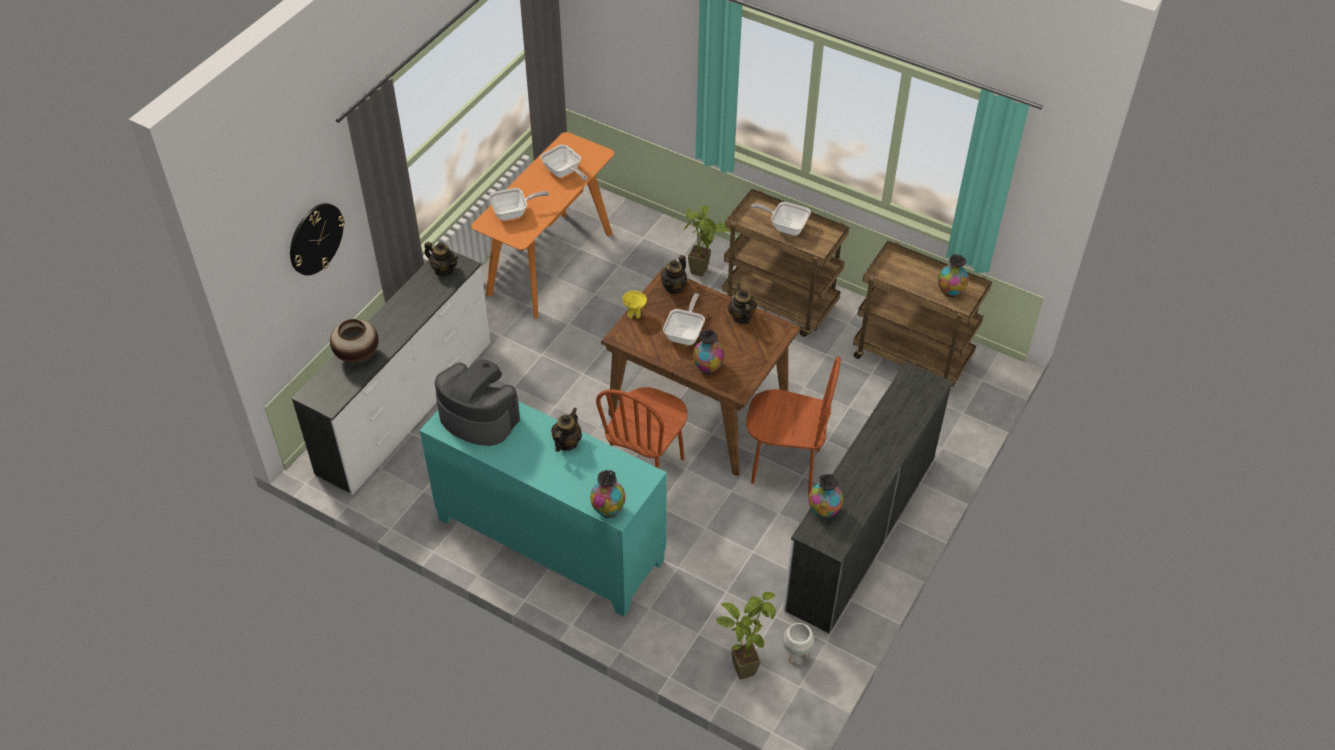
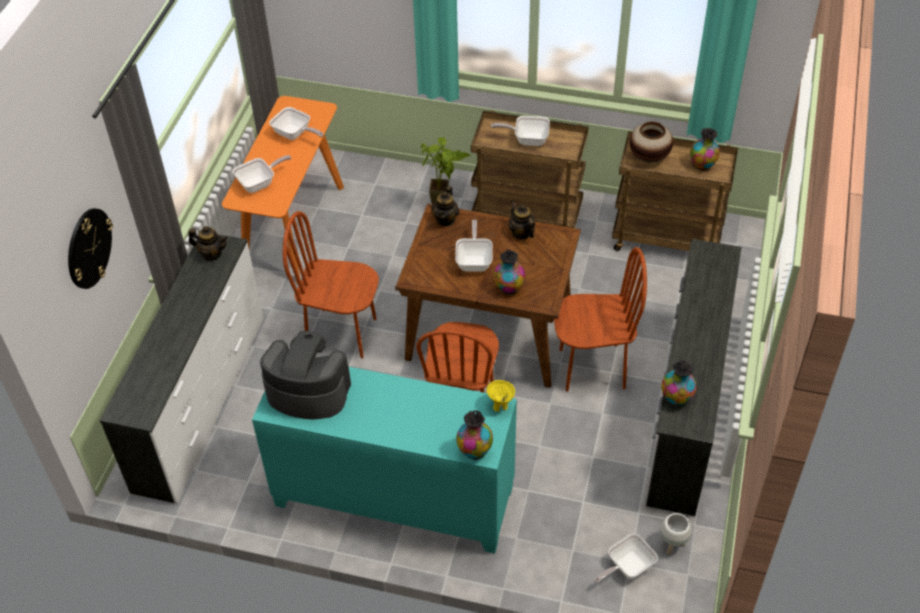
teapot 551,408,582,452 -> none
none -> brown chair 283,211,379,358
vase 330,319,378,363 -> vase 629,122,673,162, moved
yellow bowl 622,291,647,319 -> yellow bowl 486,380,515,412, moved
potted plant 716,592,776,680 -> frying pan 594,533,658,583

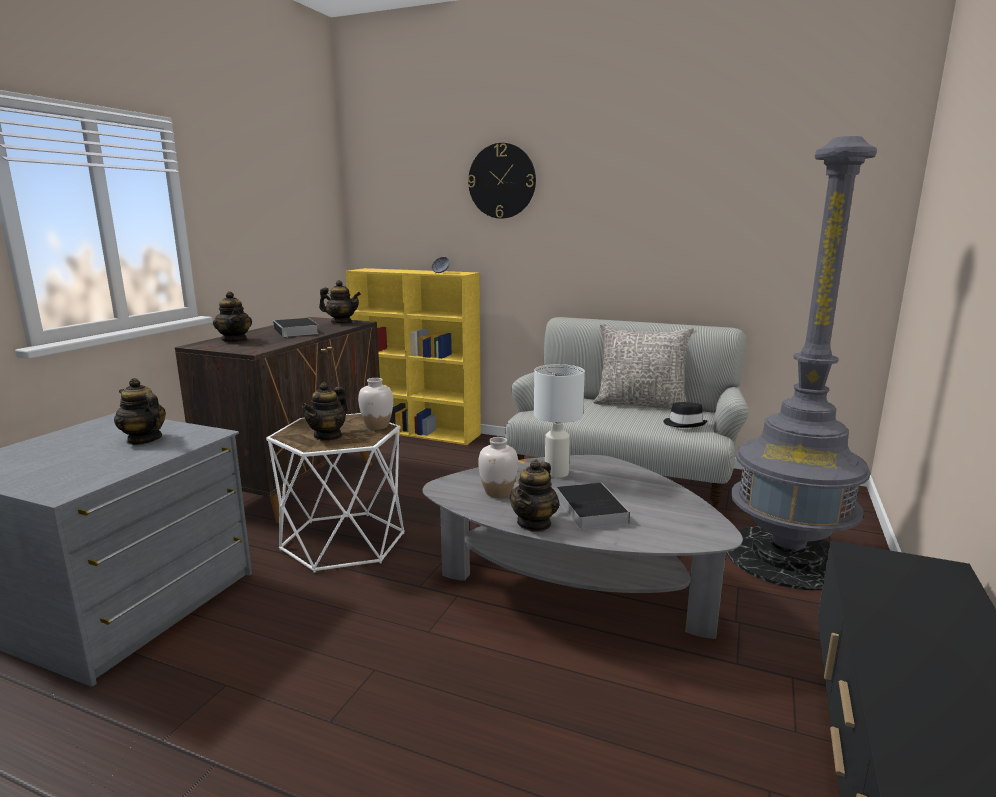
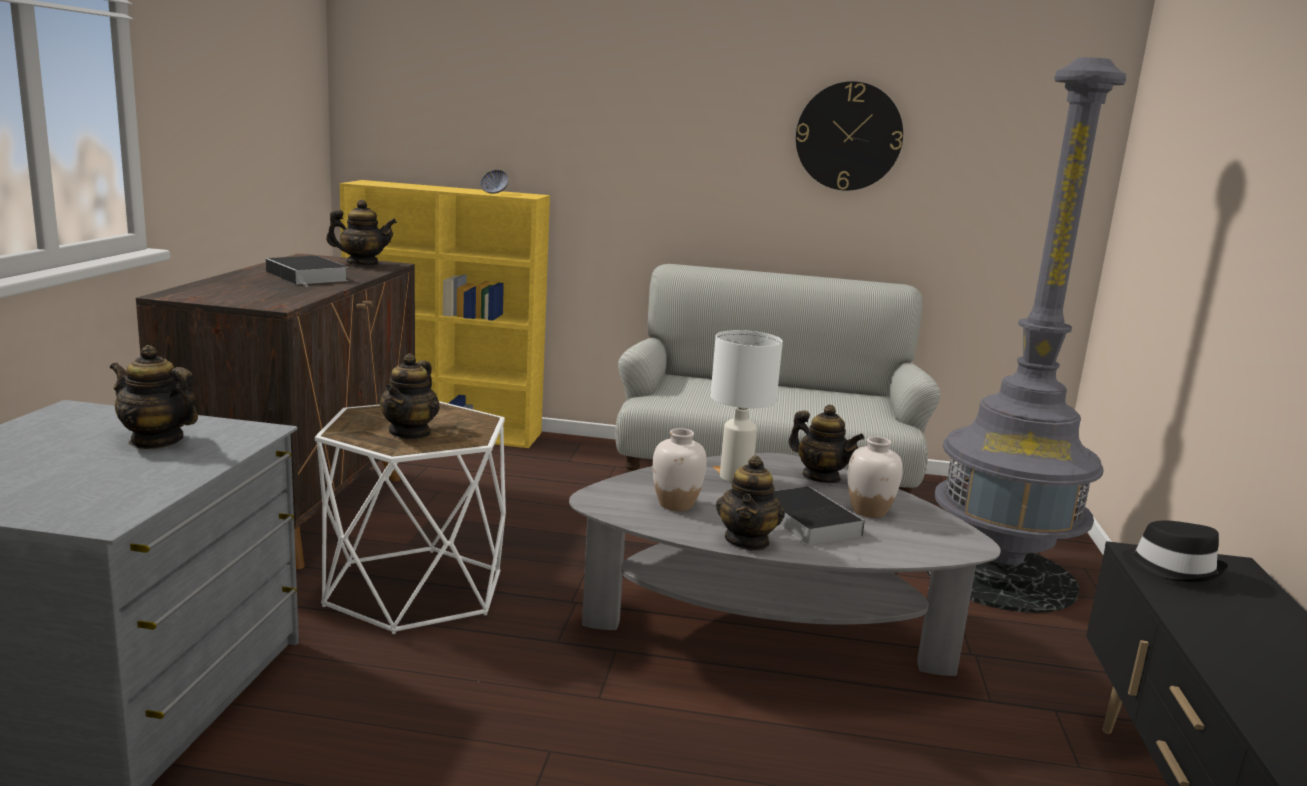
grey pillow 593,324,694,409 -> none
teapot 213,291,252,342 -> teapot 789,405,864,483, moved
white vase 358,378,393,430 -> white vase 848,436,903,518, moved
wall clock 468,143,536,219 -> wall clock 796,81,903,191, moved
black hat 663,402,708,428 -> black hat 1122,520,1228,582, moved

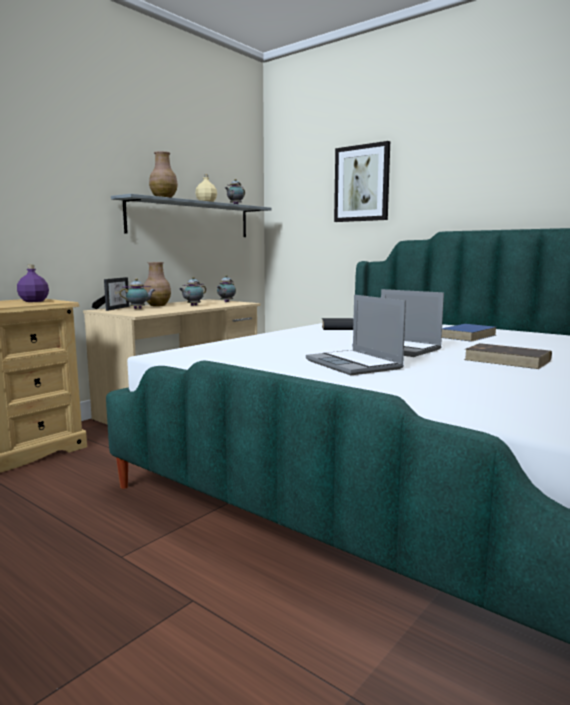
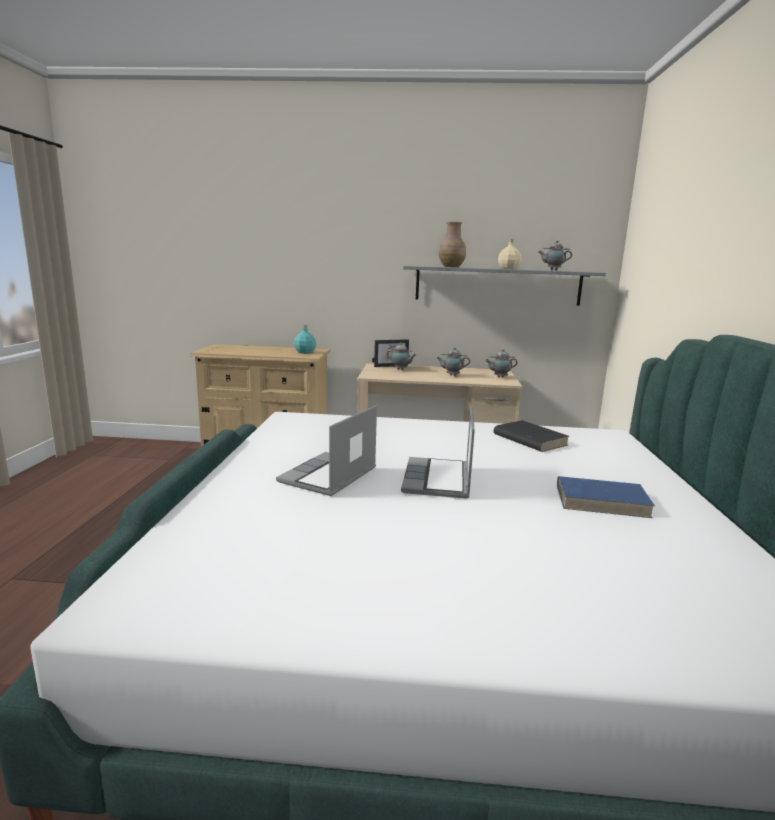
brown vase 144,262,171,306 -> none
picture 334,141,390,222 -> none
brown book 464,343,552,369 -> none
purple bottle 17,265,49,302 -> turquoise bottle 294,325,316,354

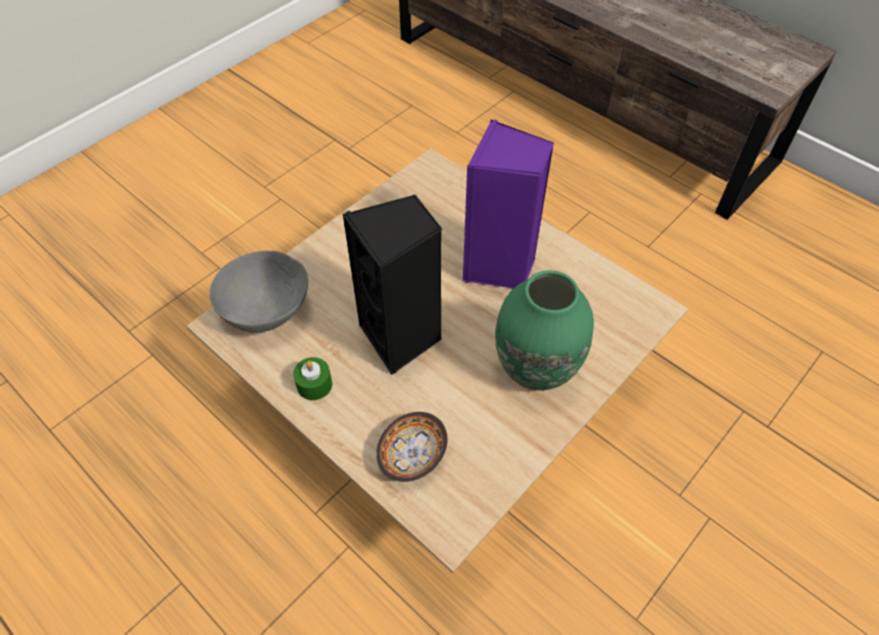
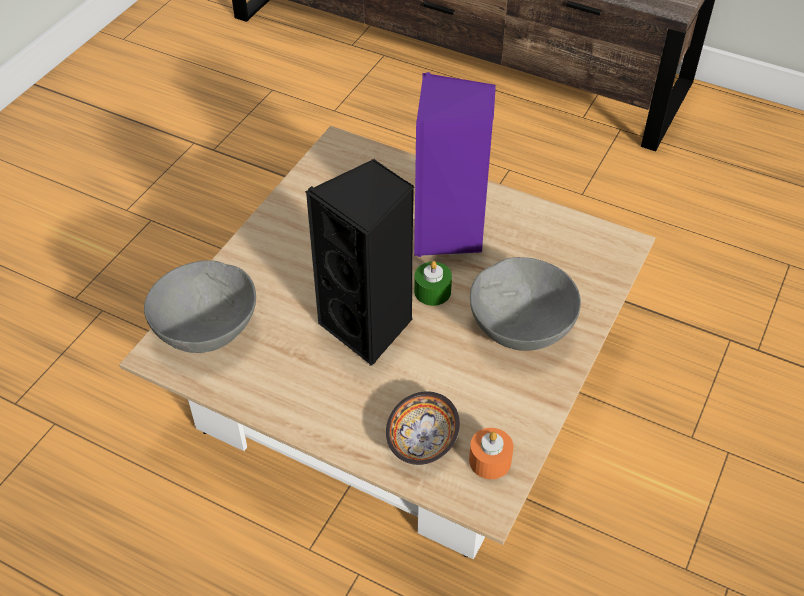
none -> orange candle 469,428,514,479
green candle 293,357,332,400 -> green candle 414,261,452,306, moved
green vase 495,270,594,391 -> grey bowl 470,257,581,351

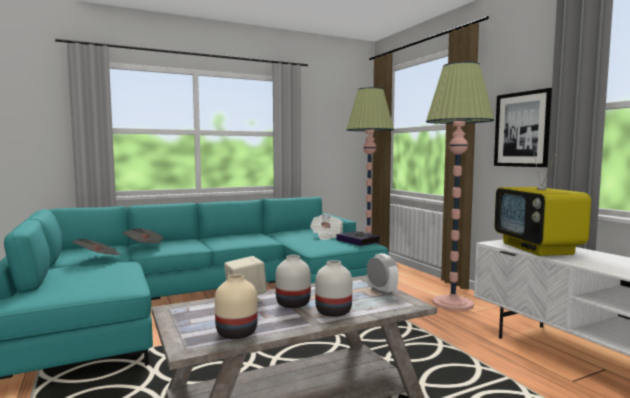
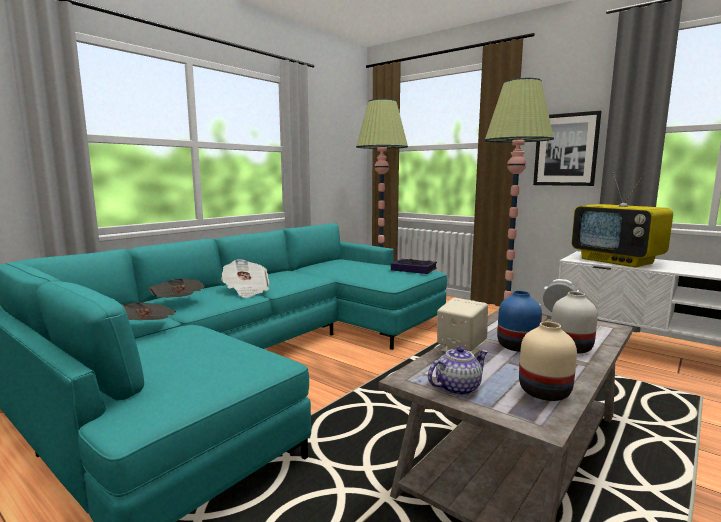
none -> teapot 428,346,488,396
newspaper 310,214,343,240 -> newspaper 221,259,269,298, moved
white vase 276,255,311,308 -> blue vase 497,291,542,352

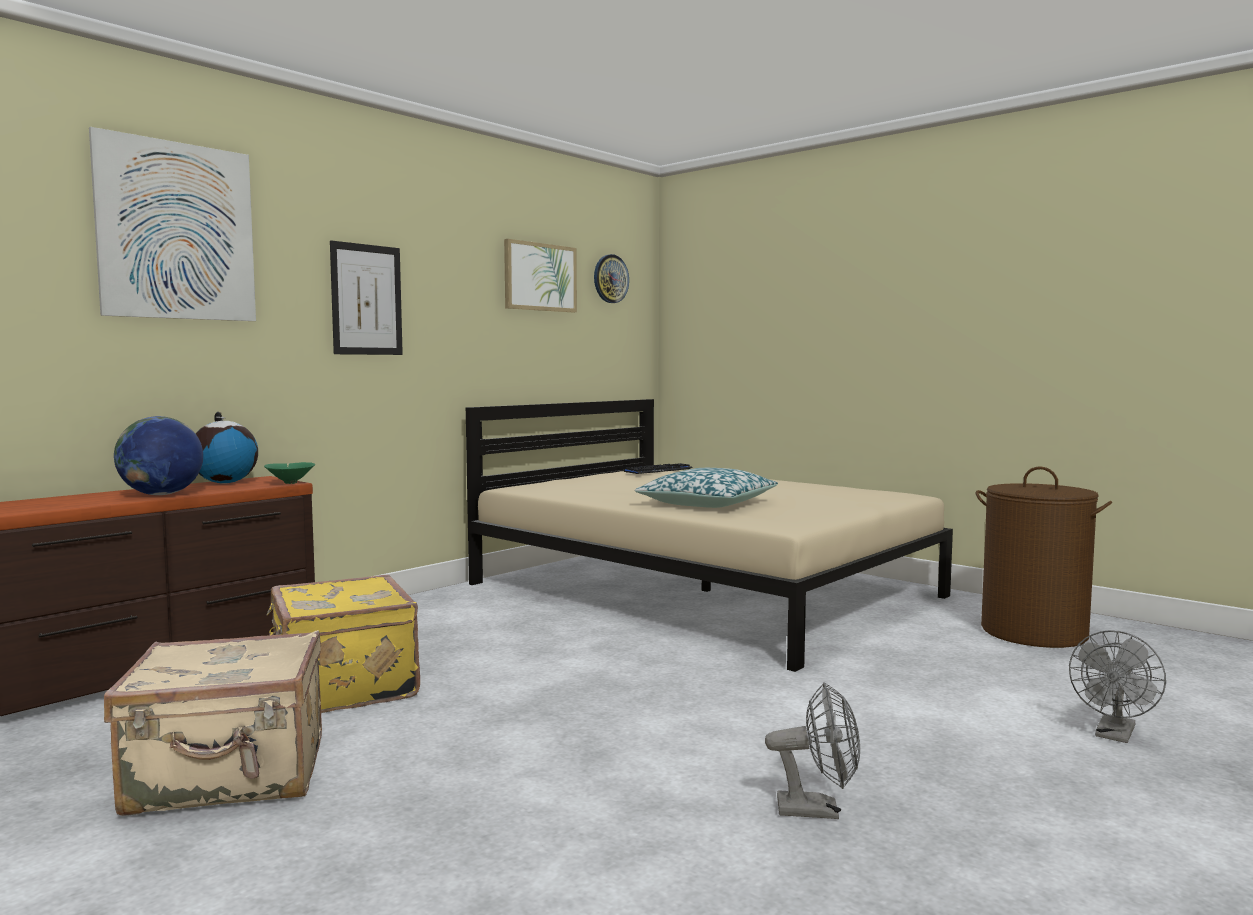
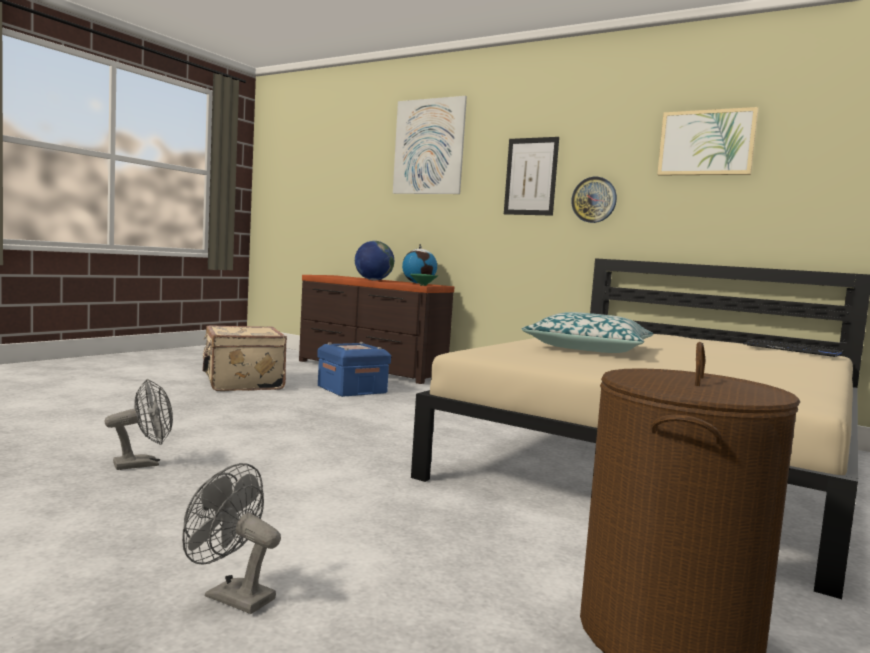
wall clock 594,254,629,303 -> wall clock 571,177,617,223, moved
yellow suitcase 267,575,420,713 -> blue storage box 317,342,391,397
grey fan 765,682,860,819 -> grey fan 104,379,173,470, 120 degrees counterclockwise

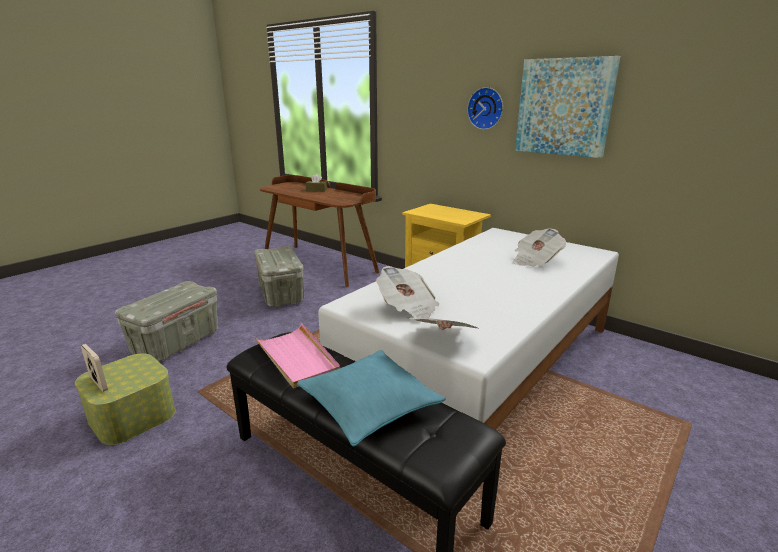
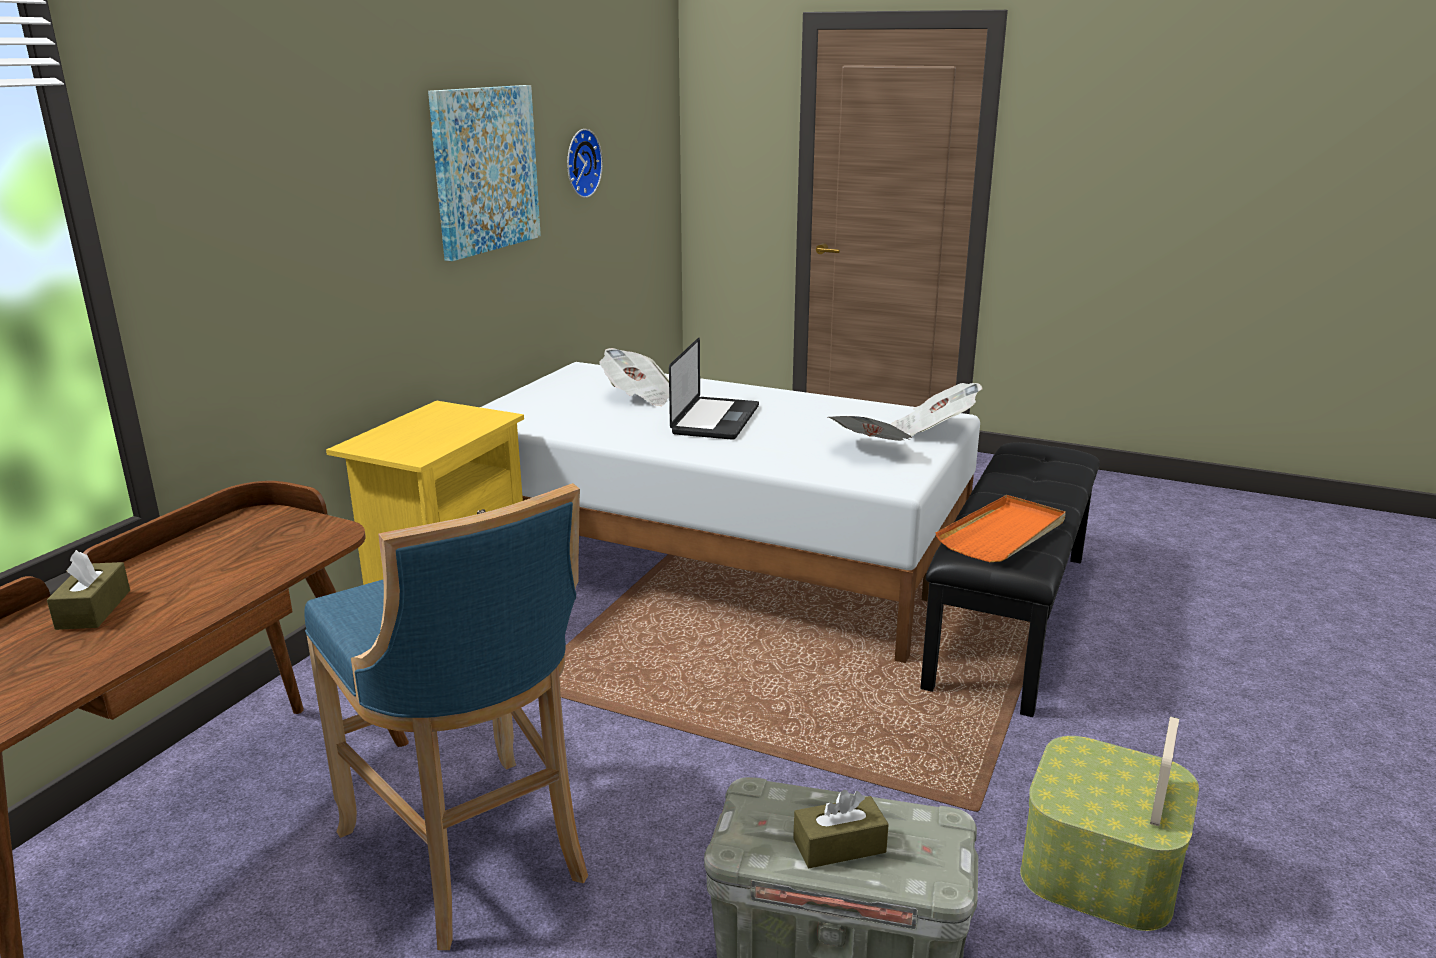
turquoise pillow 297,350,446,446 -> none
none -> laptop 669,338,759,440
none -> brown tissue box 793,790,889,868
wall clock 467,87,503,130 -> wall clock 567,129,603,198, moved
grey storage box 254,246,304,307 -> blue stool 304,483,588,950
pink tray 253,323,340,389 -> orange tray 935,495,1066,562

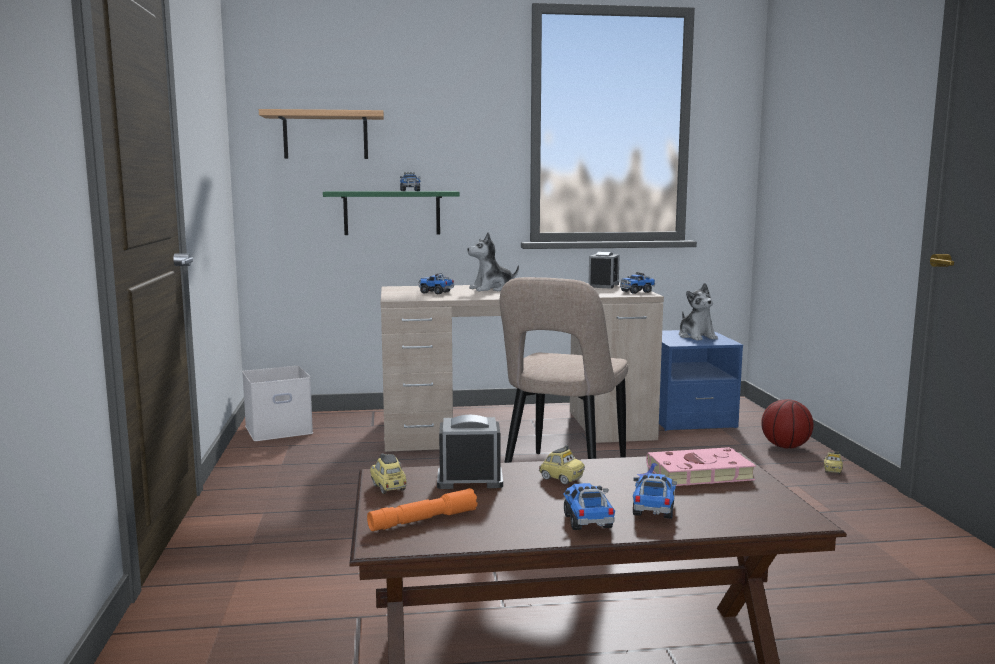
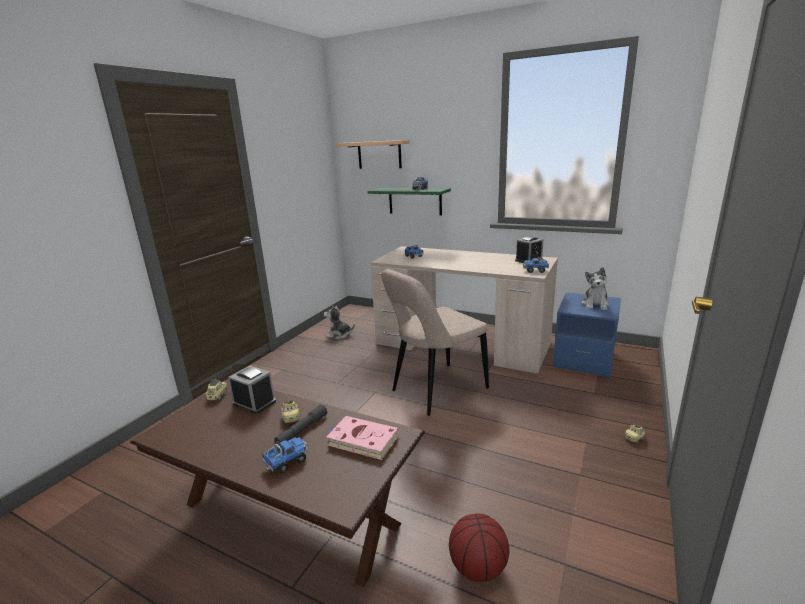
white storage box 242,366,313,441 -> none
orange flashlight 367,488,477,531 -> none
toy truck 563,483,615,530 -> none
none -> grey flashlight 274,404,328,444
plush toy 467,232,519,291 -> plush toy 324,305,355,339, moved
basketball 761,399,814,448 -> basketball 449,514,509,582, moved

